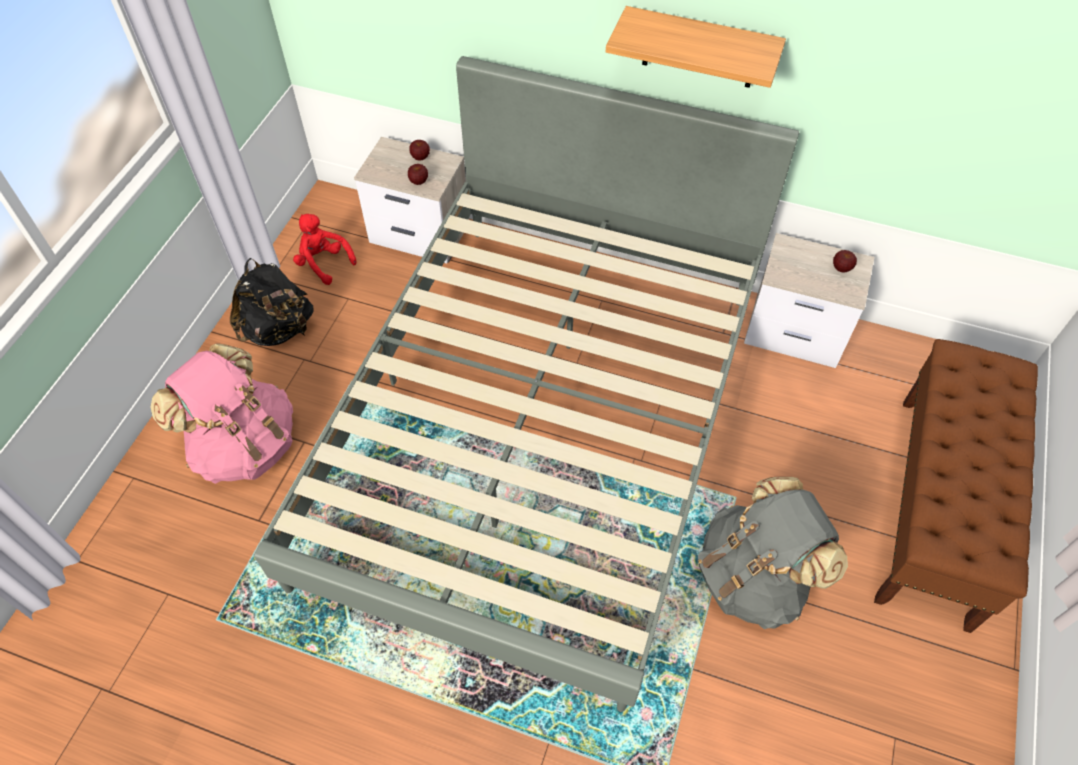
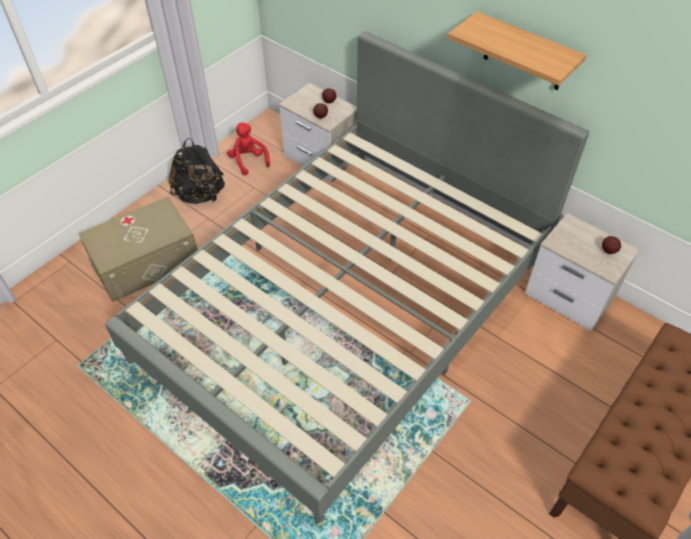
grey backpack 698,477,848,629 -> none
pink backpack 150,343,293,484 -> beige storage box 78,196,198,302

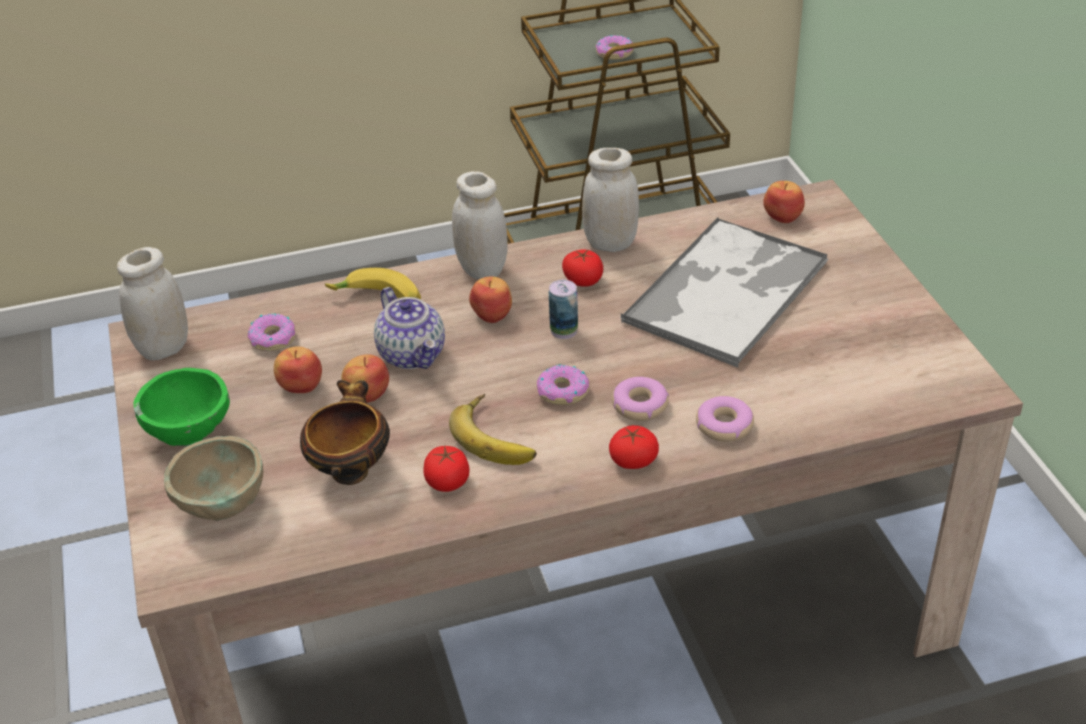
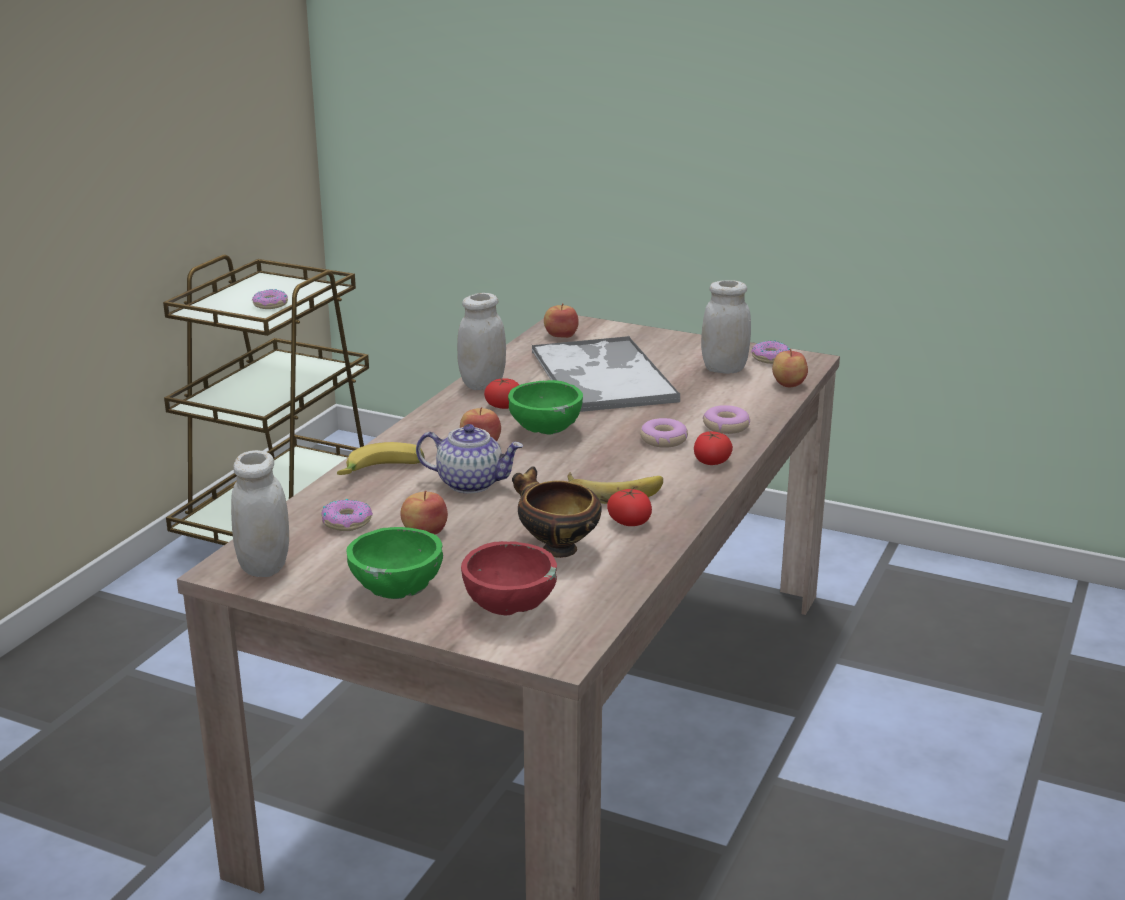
apple 341,354,389,403 -> apple 772,349,808,387, moved
white jar 452,171,508,279 -> white jar 701,280,751,374, moved
donut 537,365,589,405 -> donut 751,340,790,364, moved
can 549,280,578,339 -> green bowl 508,380,583,435
beige bowl 164,436,263,521 -> red bowl 461,541,557,615

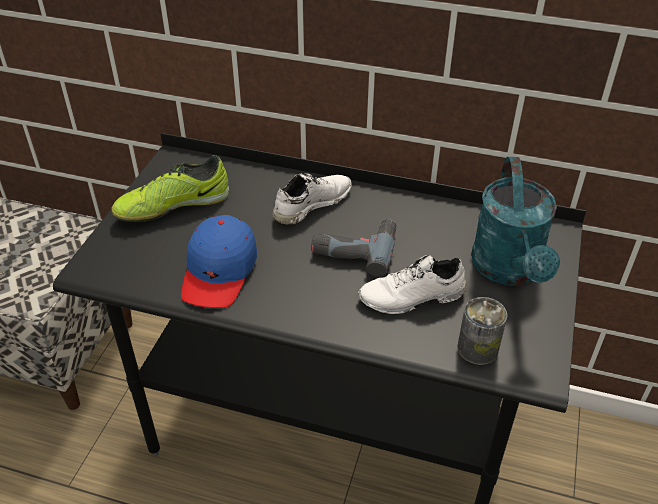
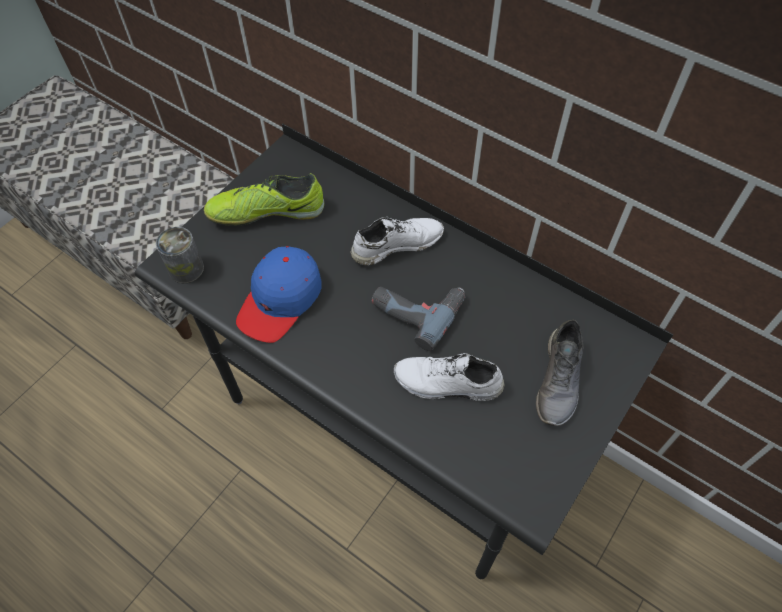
can 458,297,507,365 -> can 156,227,204,283, moved
turquoise watering can 471,157,560,286 -> grey shoe 536,320,584,426

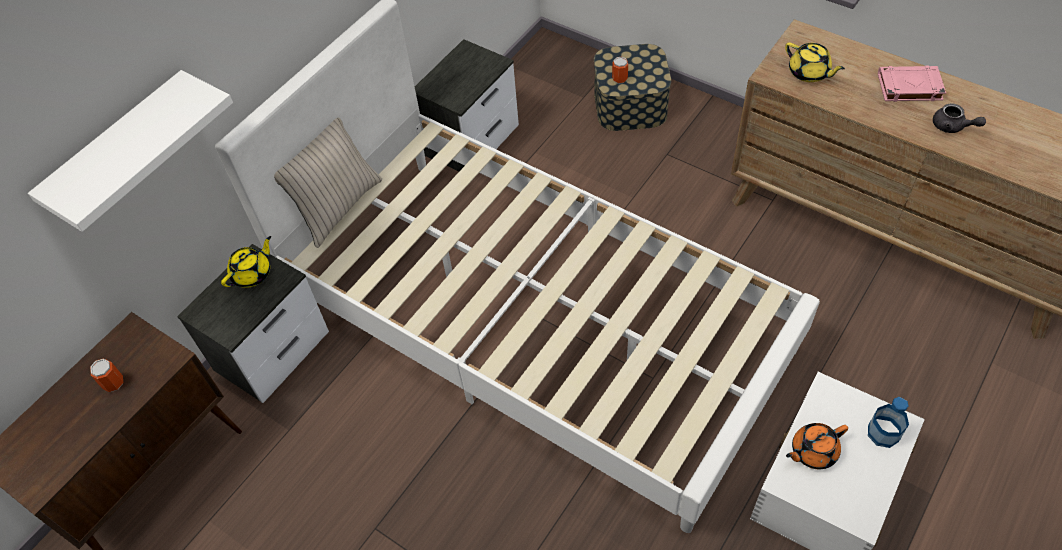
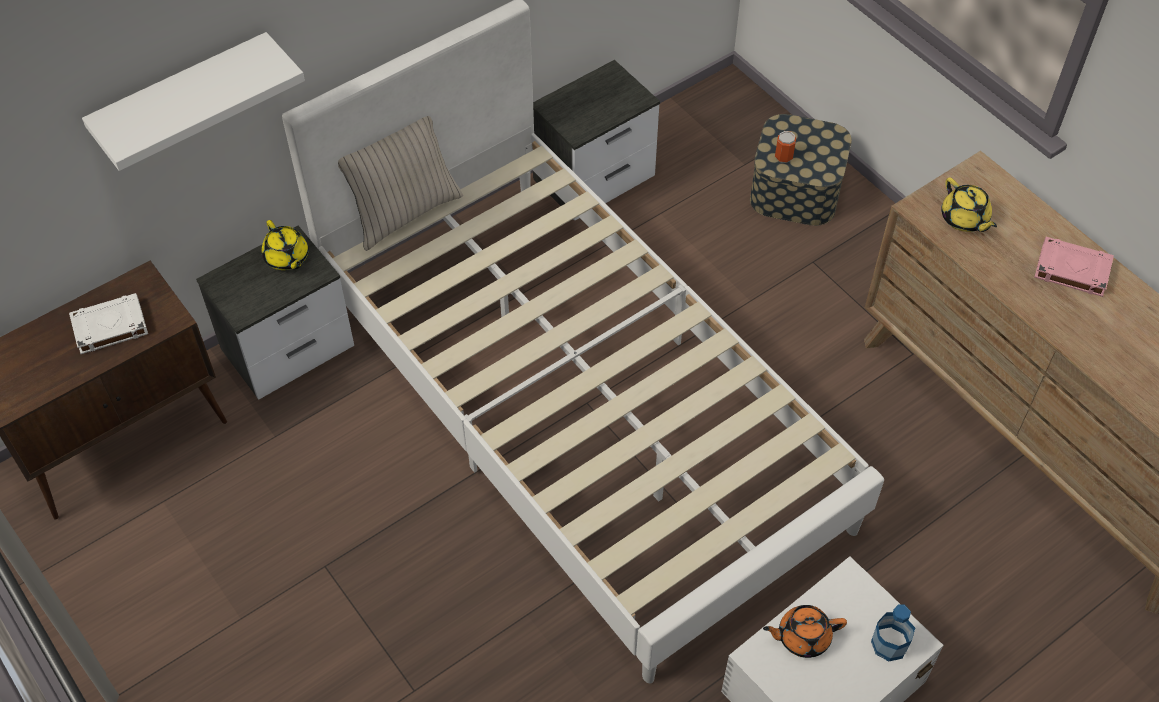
grey teapot 933,103,986,133 -> none
can 90,359,123,392 -> white book 69,293,148,354
yellow teapot 221,236,271,288 -> yellow teapot 262,220,309,270, 90 degrees clockwise

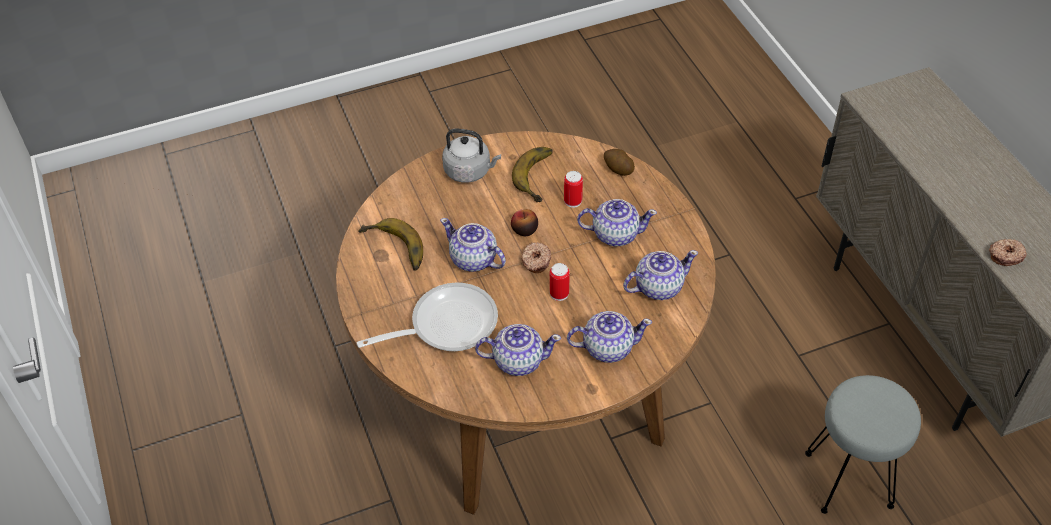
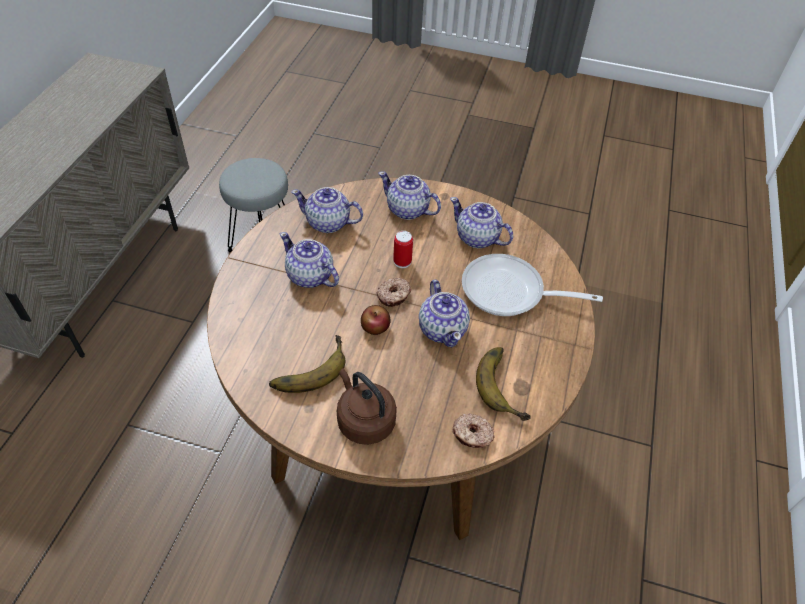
can 564,171,583,208 -> none
potato 604,149,635,176 -> none
donut 989,239,1027,266 -> donut 452,413,495,448, moved
grey kettle 442,128,501,183 -> brown kettle 337,368,397,445

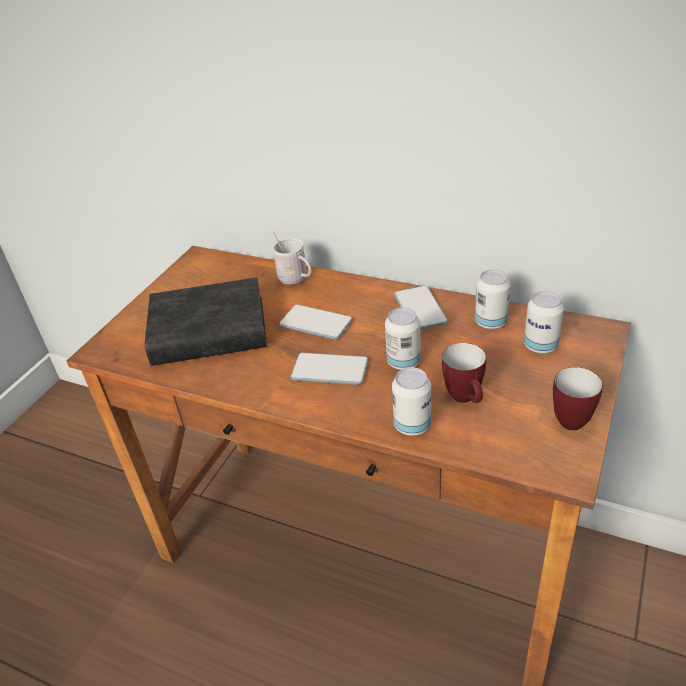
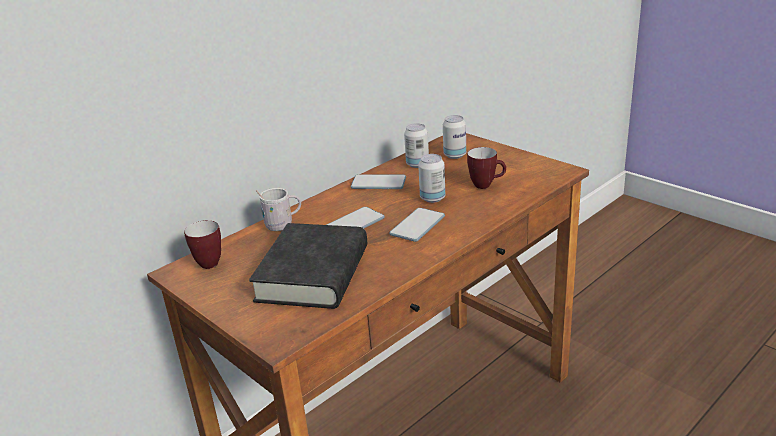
can 392,367,431,436 -> none
mug 553,367,603,431 -> mug 184,220,221,269, moved

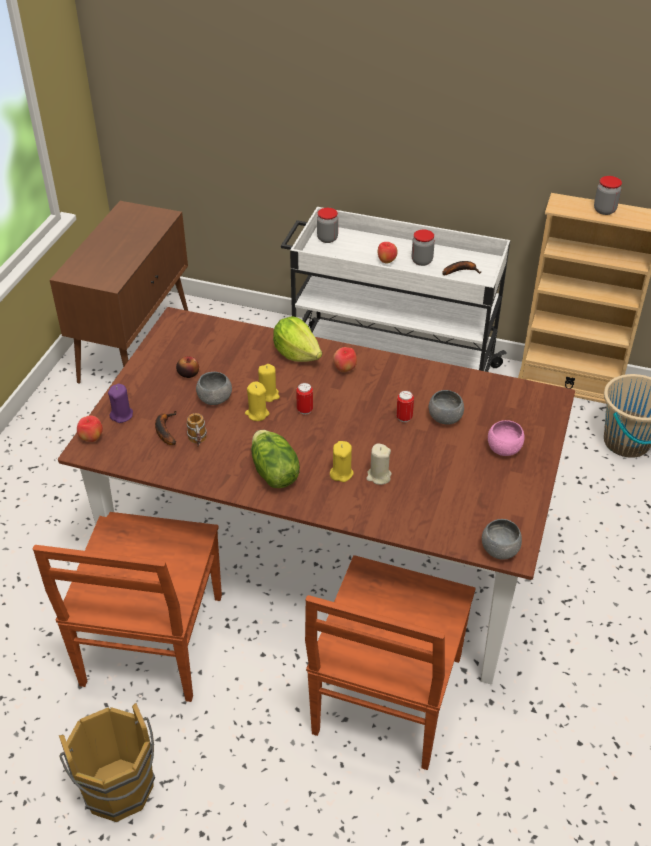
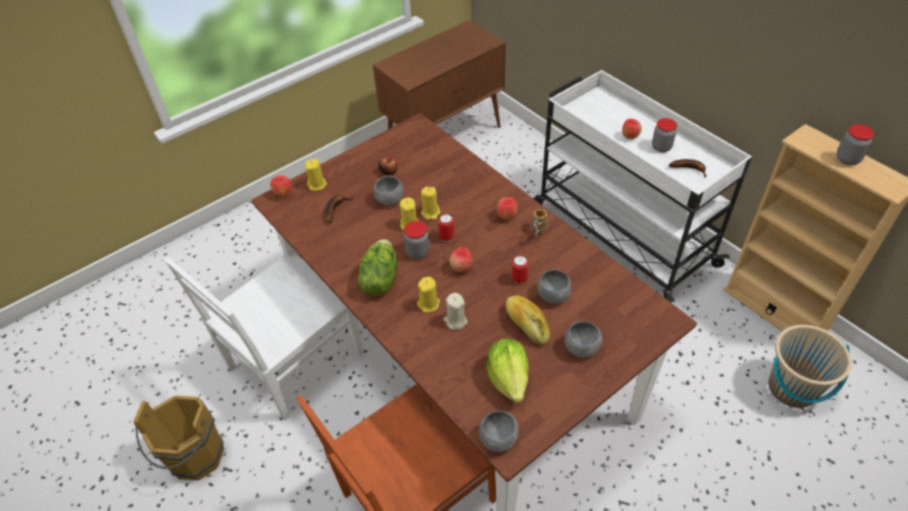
none -> apple 450,247,472,272
none -> bread 505,295,550,345
mug 187,413,207,447 -> mug 531,209,548,237, moved
lettuce 273,316,322,362 -> lettuce 487,338,529,403, moved
jar 317,208,338,243 -> jar 404,221,430,260, moved
brown chair 33,512,222,702 -> white chair 164,254,363,421
purple candle 108,384,133,423 -> yellow candle 305,159,327,191
pink bowl 488,420,524,456 -> grey bowl 565,321,602,358

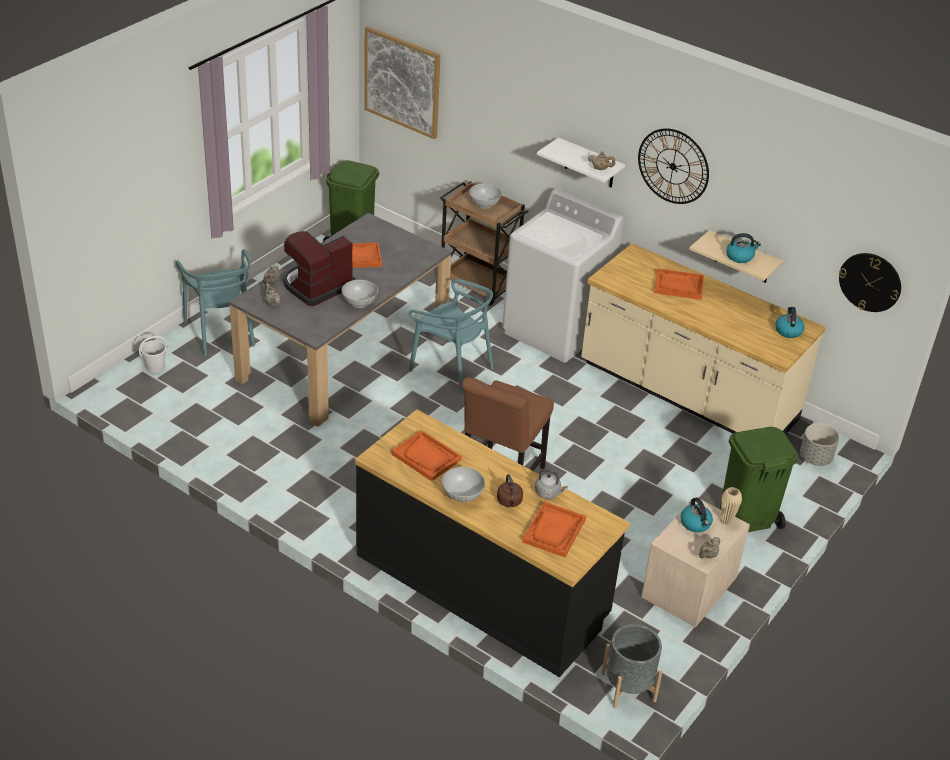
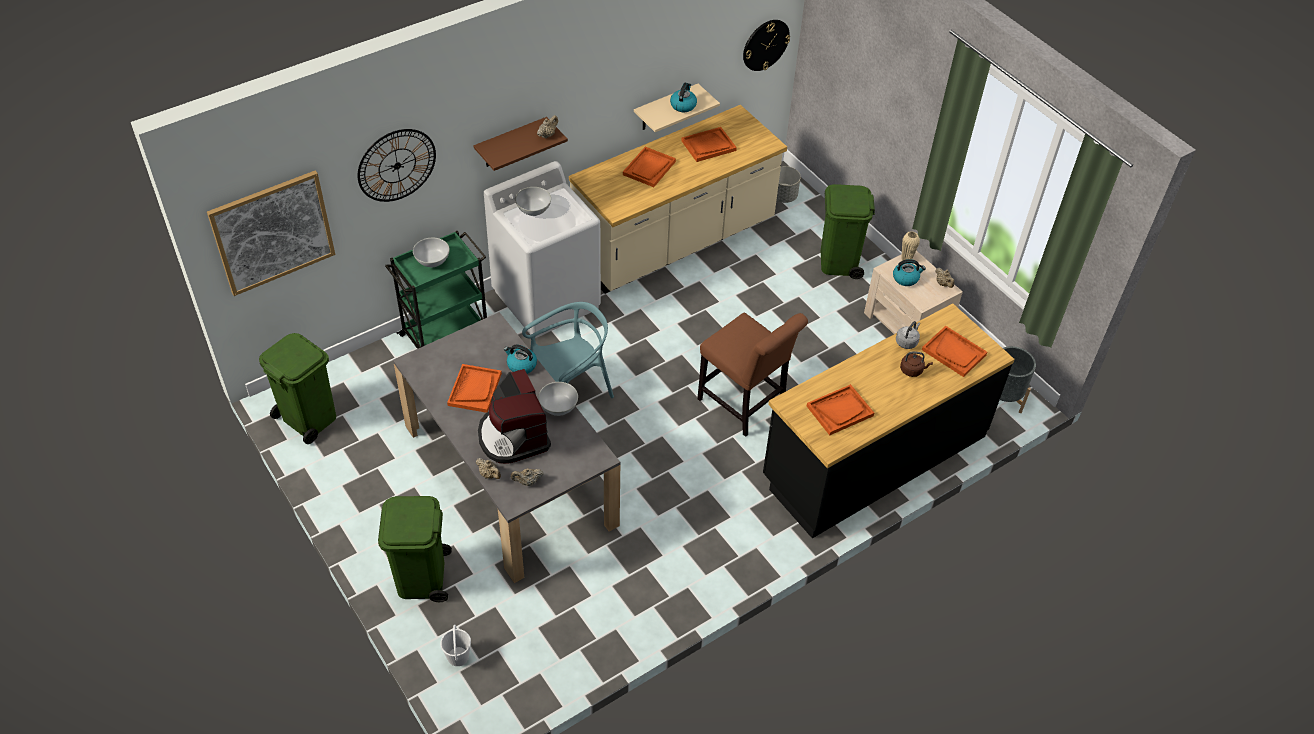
none -> orange tray 681,127,737,162
white bowl 442,467,485,502 -> white bowl 515,187,551,216, moved
wall clock 638,128,709,204 -> wall clock 358,129,436,202, moved
kettle 775,307,805,338 -> kettle 504,345,537,374, moved
turquoise chair 176,249,255,356 -> green trash can 378,496,452,602
brown cart 435,181,529,306 -> green cart 385,231,487,349
white shelf 537,137,625,188 -> brown shelf 473,117,568,171

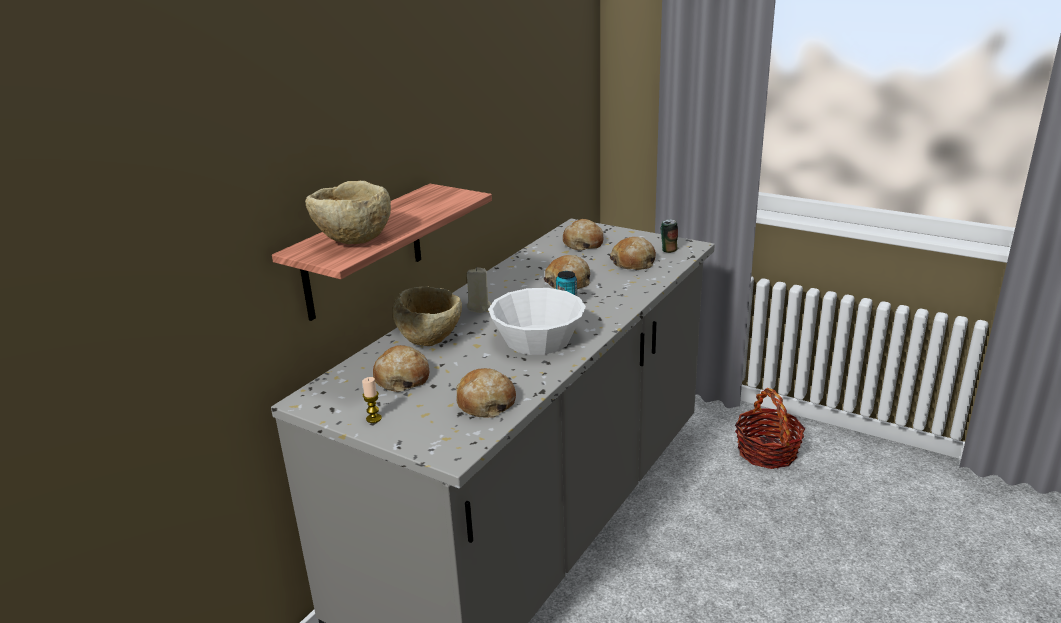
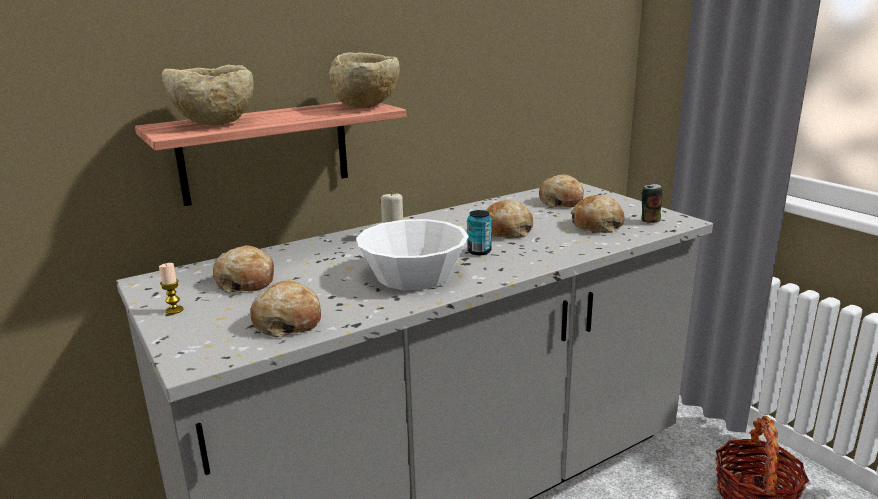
beige bowl 393,286,462,346 -> beige bowl 329,52,400,108, moved

